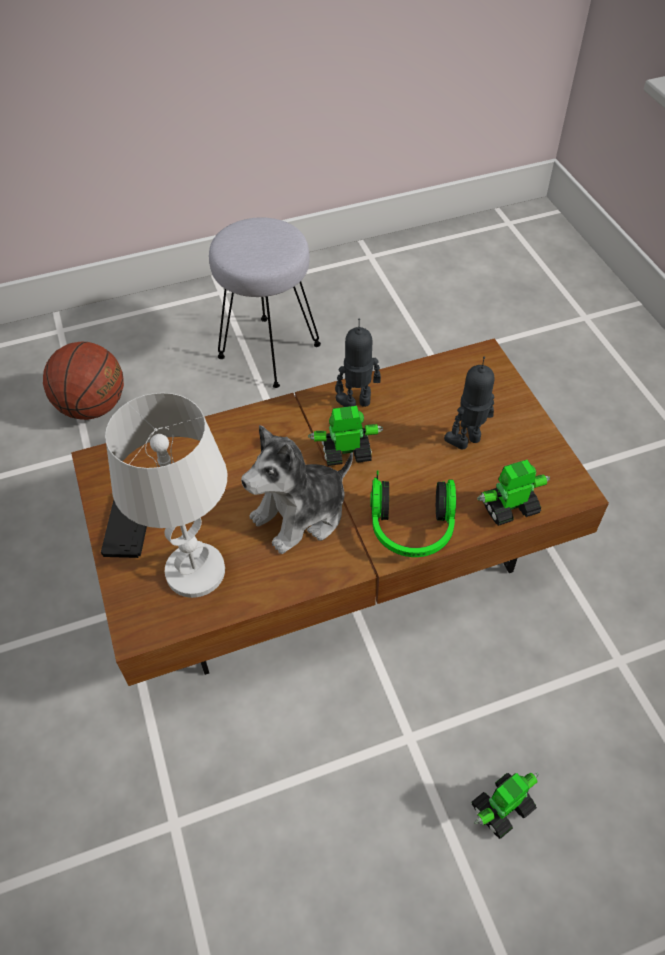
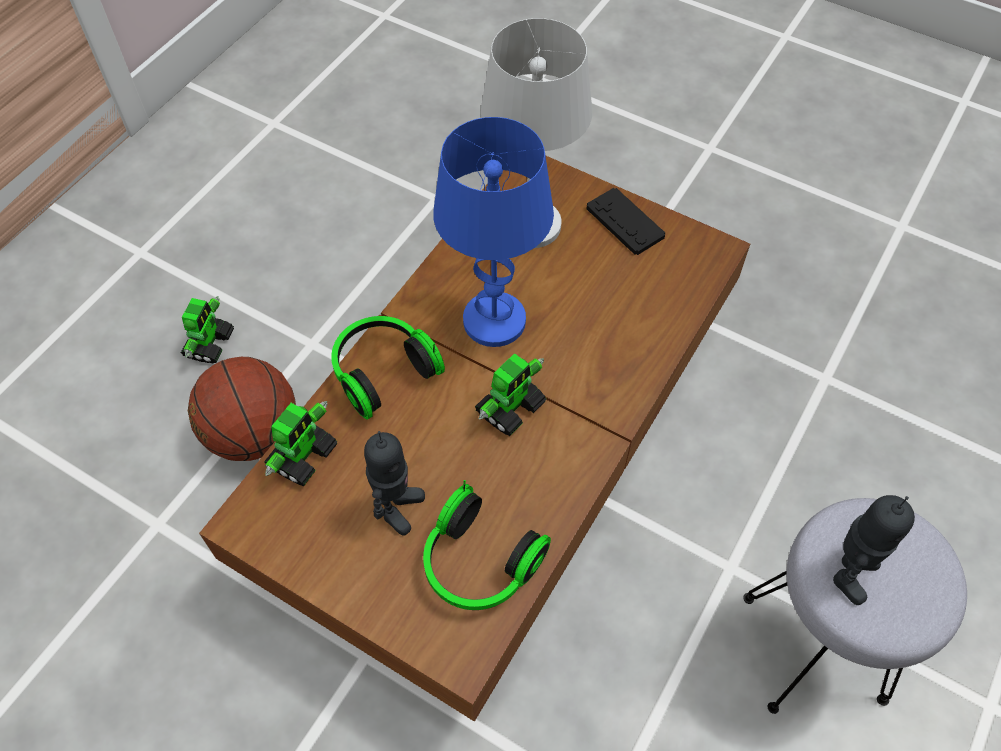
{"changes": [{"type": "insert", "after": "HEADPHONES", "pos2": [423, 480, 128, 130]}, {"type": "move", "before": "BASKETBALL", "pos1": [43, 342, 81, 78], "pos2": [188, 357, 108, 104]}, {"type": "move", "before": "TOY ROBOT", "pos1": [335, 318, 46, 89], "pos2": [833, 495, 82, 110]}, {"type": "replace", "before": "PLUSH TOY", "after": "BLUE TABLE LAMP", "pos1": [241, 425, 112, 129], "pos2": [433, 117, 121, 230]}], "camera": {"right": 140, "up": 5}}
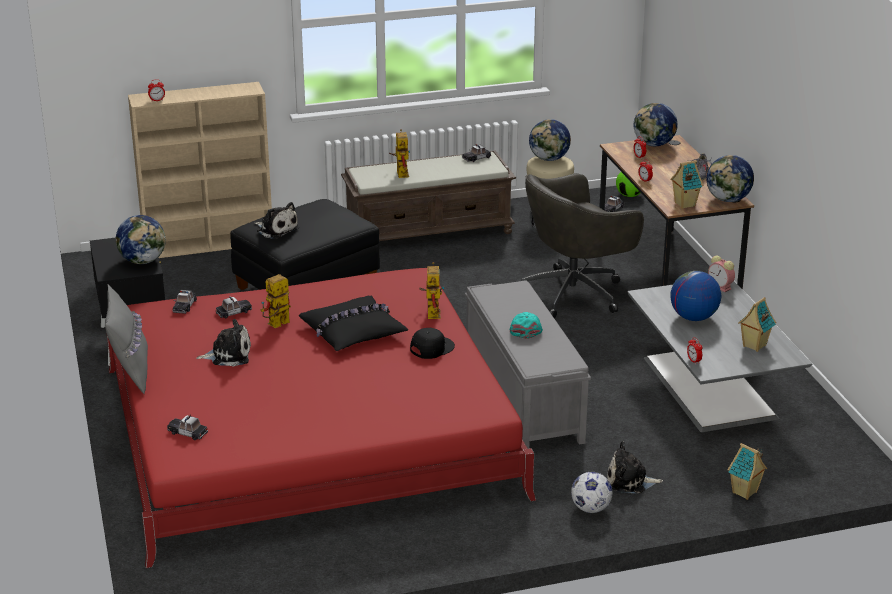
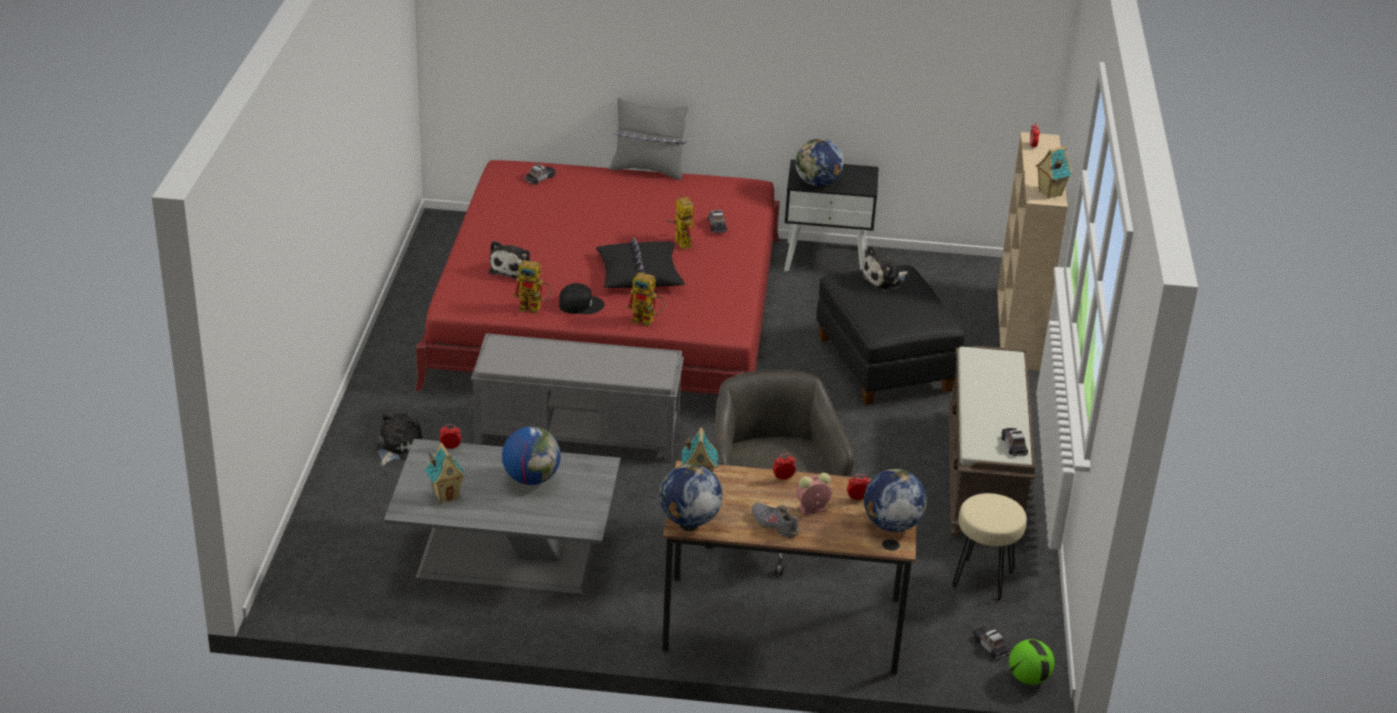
{"changes": [{"type": "delete", "before": "TOY CAR", "pos1": [173, 290, 24, 24]}, {"type": "delete", "before": "TURQUOISE CAP", "pos1": [510, 312, 33, 27]}, {"type": "delete", "before": "GLOBE", "pos1": [529, 119, 42, 42]}, {"type": "delete", "before": "FOOTBALL", "pos1": [571, 472, 42, 41]}, {"type": "move", "before": "PLUSH TOY", "pos1": [196, 319, 55, 47], "pos2": [489, 241, 41, 39]}, {"type": "move", "before": "TOY ROBOT", "pos1": [389, 129, 21, 49], "pos2": [513, 260, 39, 54]}, {"type": "move", "before": "ALARM CLOCK", "pos1": [708, 256, 27, 36], "pos2": [796, 473, 36, 42]}, {"type": "move", "before": "TOY HOUSE", "pos1": [728, 443, 39, 57], "pos2": [1036, 146, 37, 53]}, {"type": "rotate", "before": "BLACK CAP", "pos1": [410, 328, 45, 31], "pos2": [559, 283, 45, 31], "turn": -75}], "camera": {"right": 110, "up": 5}}
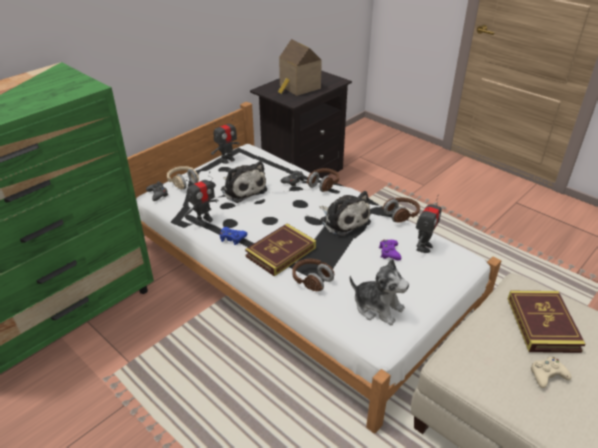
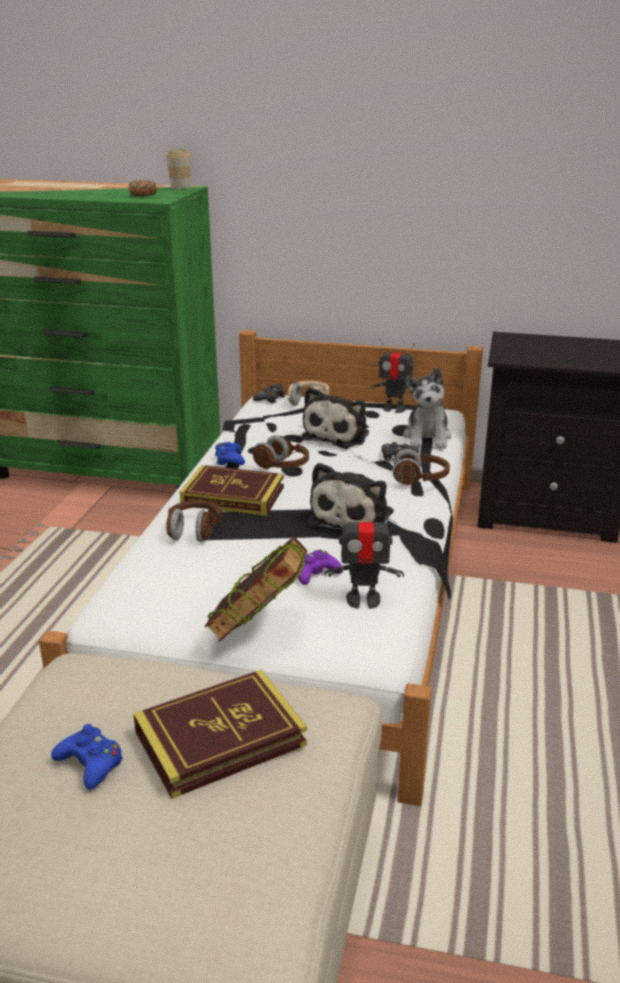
{"changes": [{"type": "delete", "before": "TOY ROBOT", "pos1": [184, 171, 35, 55]}, {"type": "delete", "before": "TOY HOUSE", "pos1": [278, 39, 44, 57]}, {"type": "insert", "after": "DONUT", "pos2": [129, 180, 29, 16]}, {"type": "insert", "after": "CUP", "pos2": [165, 149, 27, 40]}, {"type": "insert", "after": "BOOK", "pos2": [204, 536, 103, 106]}, {"type": "move", "before": "PLUSH TOY", "pos1": [350, 259, 59, 66], "pos2": [403, 367, 49, 81]}, {"type": "move", "before": "BROWN HEADPHONES", "pos1": [381, 197, 39, 26], "pos2": [253, 435, 56, 34]}, {"type": "recolor", "before": "BEIGE GAME CONTROLLER", "after": "BLUE GAME CONTROLLER", "pos1": [531, 357, 41, 31], "pos2": [51, 724, 72, 66]}], "camera": {"right": 60, "up": -10}}
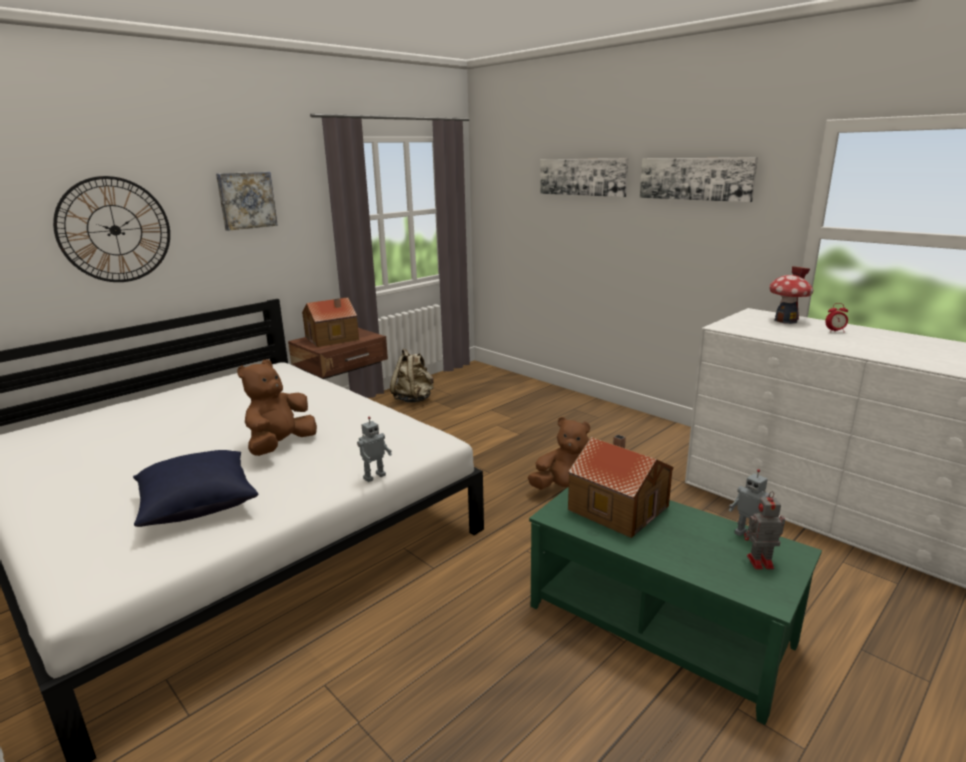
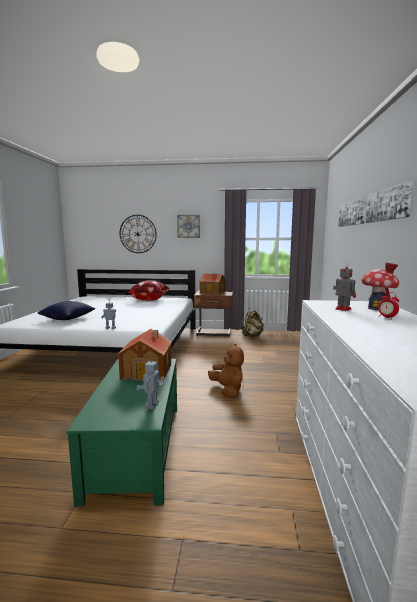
{"changes": [{"type": "delete", "before": "BROWN PLUSH TOY", "pos1": [237, 360, 80, 96]}, {"type": "insert", "after": "PILLOW", "pos2": [129, 280, 41, 21]}, {"type": "move", "before": "TOY ROBOT", "pos1": [744, 491, 41, 78], "pos2": [333, 263, 23, 48]}], "camera": {"right": 50, "up": -10}}
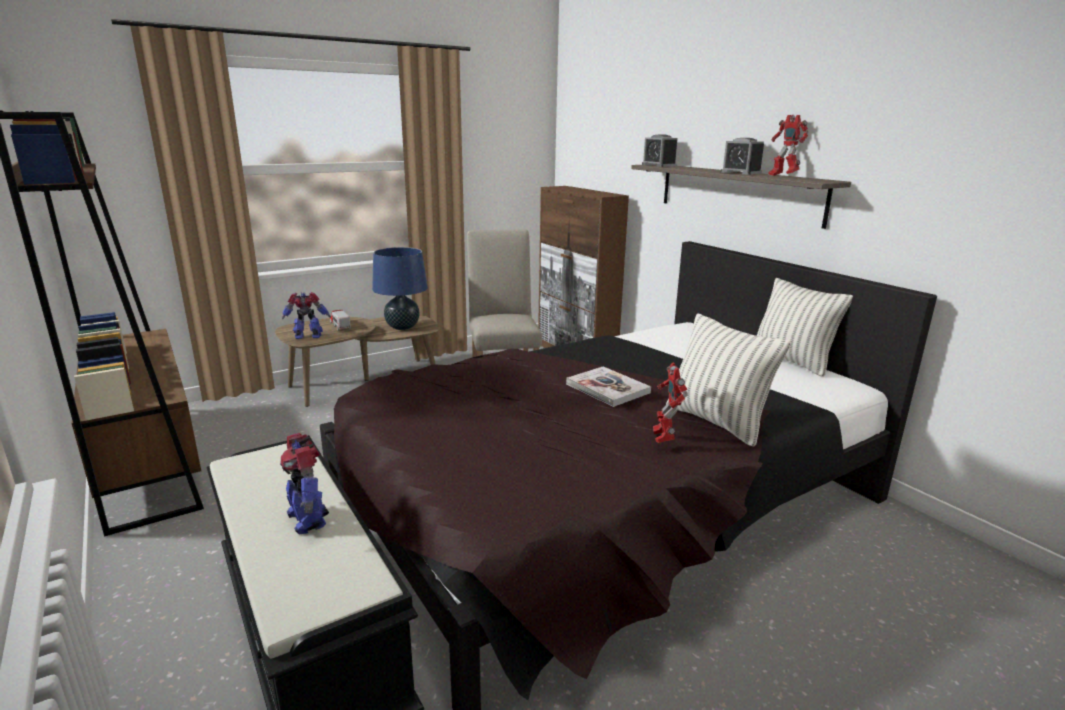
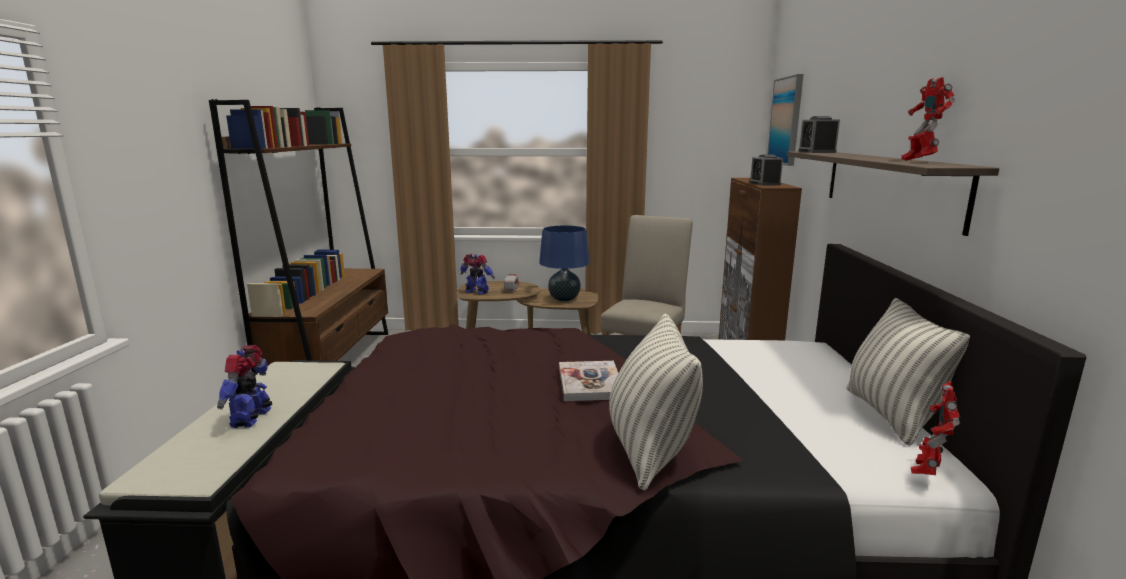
{"changes": [{"type": "insert", "after": "PICTURE", "pos2": [767, 74, 36, 92]}, {"type": "move", "before": "TOY ROBOT", "pos1": [653, 362, 35, 81], "pos2": [911, 381, 49, 94]}, {"type": "move", "before": "ALARM CLOCK", "pos1": [721, 138, 43, 37], "pos2": [750, 155, 33, 31]}], "camera": {"right": 35, "up": -5}}
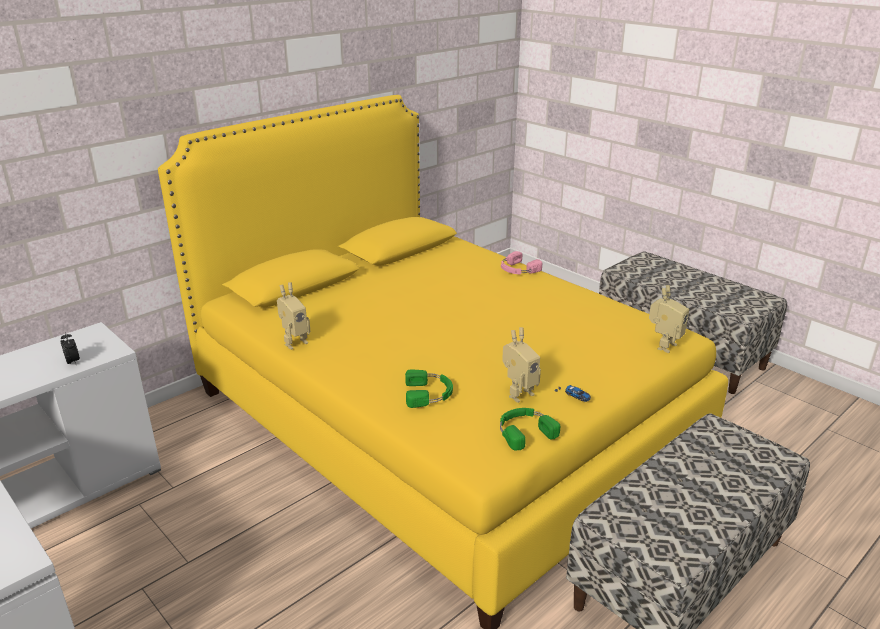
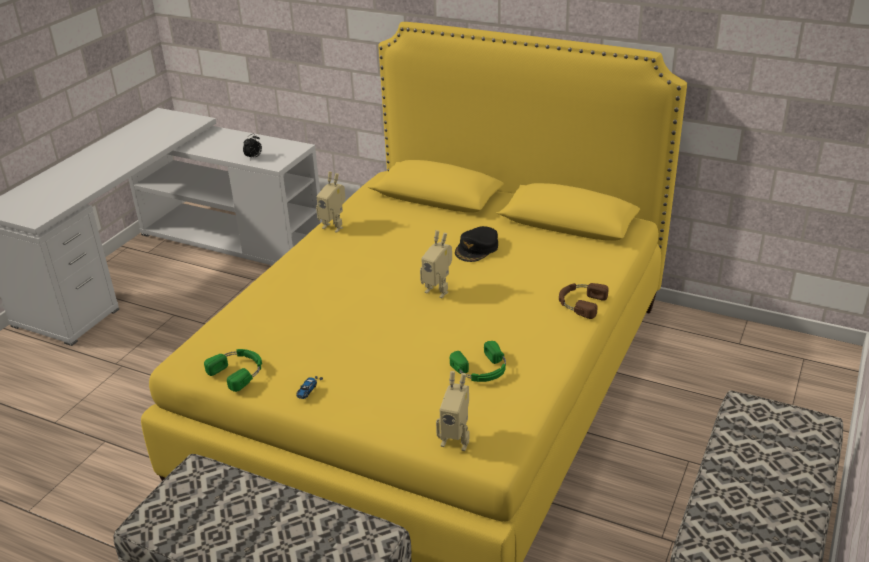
{"changes": [{"type": "insert", "after": "BLACK CAP", "pos2": [455, 226, 43, 36]}, {"type": "move", "before": "GREEN HEADPHONES", "pos1": [405, 369, 48, 39], "pos2": [450, 341, 56, 41]}, {"type": "move", "before": "TOY ROBOT", "pos1": [502, 327, 39, 76], "pos2": [420, 230, 32, 68]}, {"type": "recolor", "before": "PINK HEADPHONES", "after": "BROWN HEADPHONES", "pos1": [501, 251, 41, 23], "pos2": [559, 283, 50, 36]}], "camera": {"right": 70, "up": 5}}
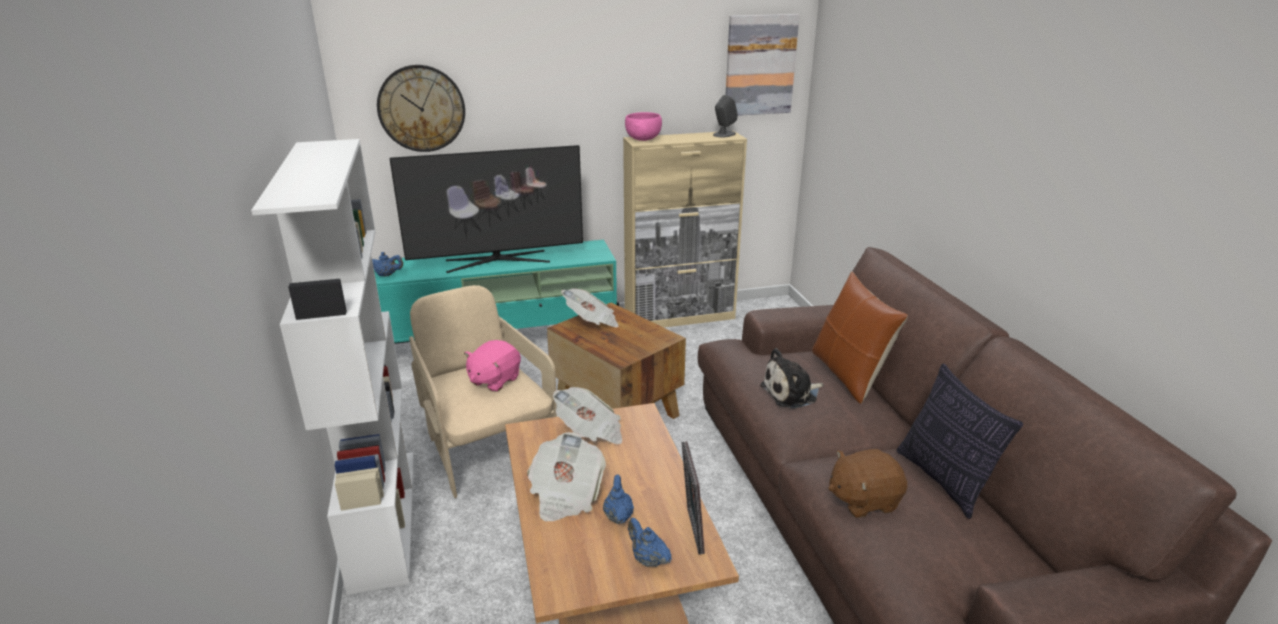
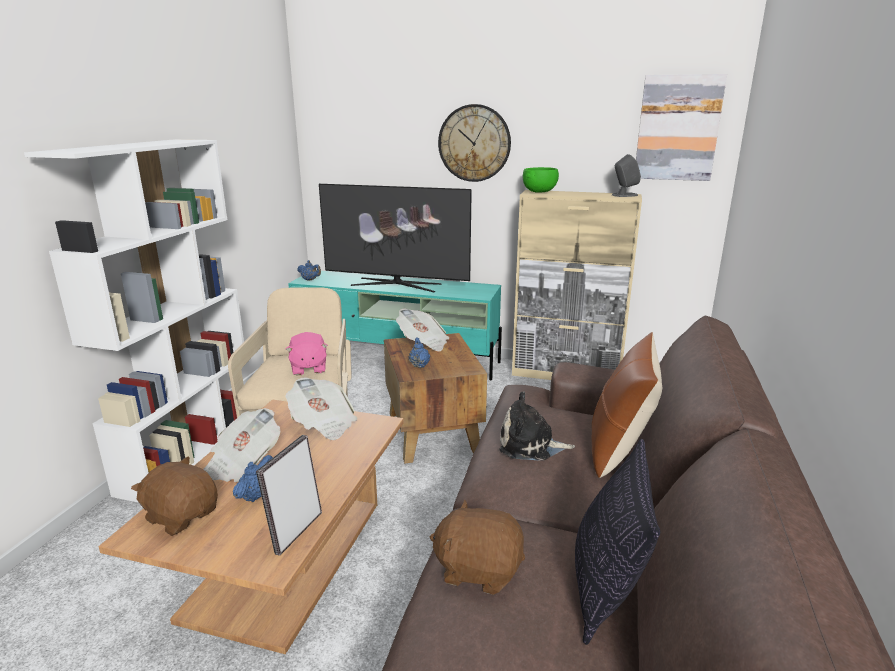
{"changes": [{"type": "insert", "after": "BROWN PLUSH TOY", "pos2": [131, 456, 87, 80]}, {"type": "move", "before": "WALL CLOCK", "pos1": [377, 65, 88, 87], "pos2": [438, 104, 73, 78]}, {"type": "move", "before": "BLUE TEAPOT", "pos1": [628, 518, 44, 49], "pos2": [409, 338, 21, 30]}, {"type": "recolor", "before": "PINK BOWL", "after": "GREEN BOWL", "pos1": [625, 112, 37, 29], "pos2": [523, 167, 36, 26]}, {"type": "rotate", "before": "PINK PLUSH TOY", "pos1": [464, 340, 57, 52], "pos2": [286, 332, 42, 44], "turn": -75}], "camera": {"right": 30, "up": -5}}
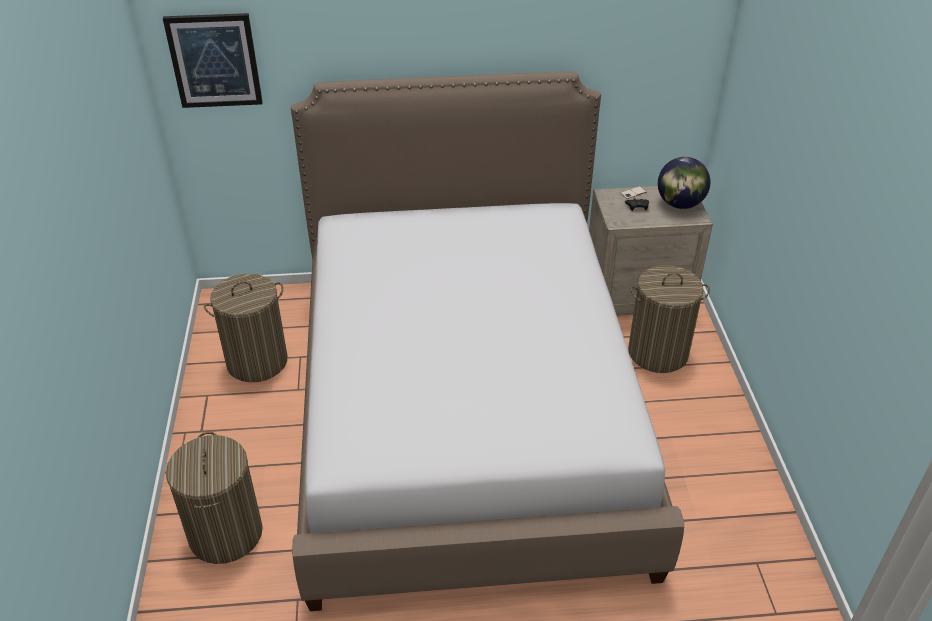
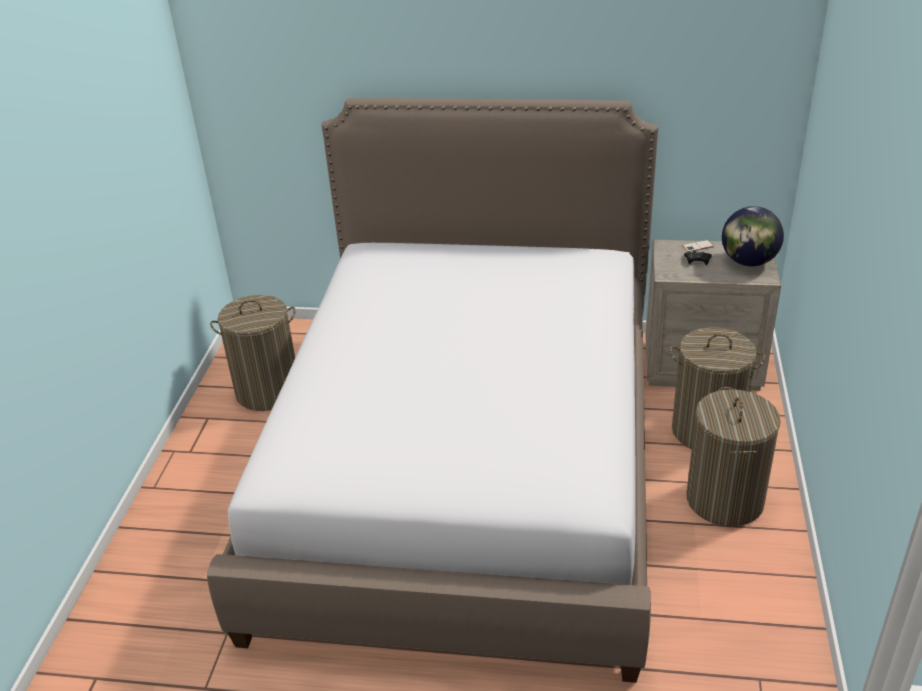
{"changes": [{"type": "delete", "before": "PICTURE", "pos1": [163, 13, 100, 95]}, {"type": "move", "before": "LAUNDRY BASKET", "pos1": [166, 432, 97, 132], "pos2": [687, 387, 94, 140]}], "camera": {"right": 15, "up": -5}}
